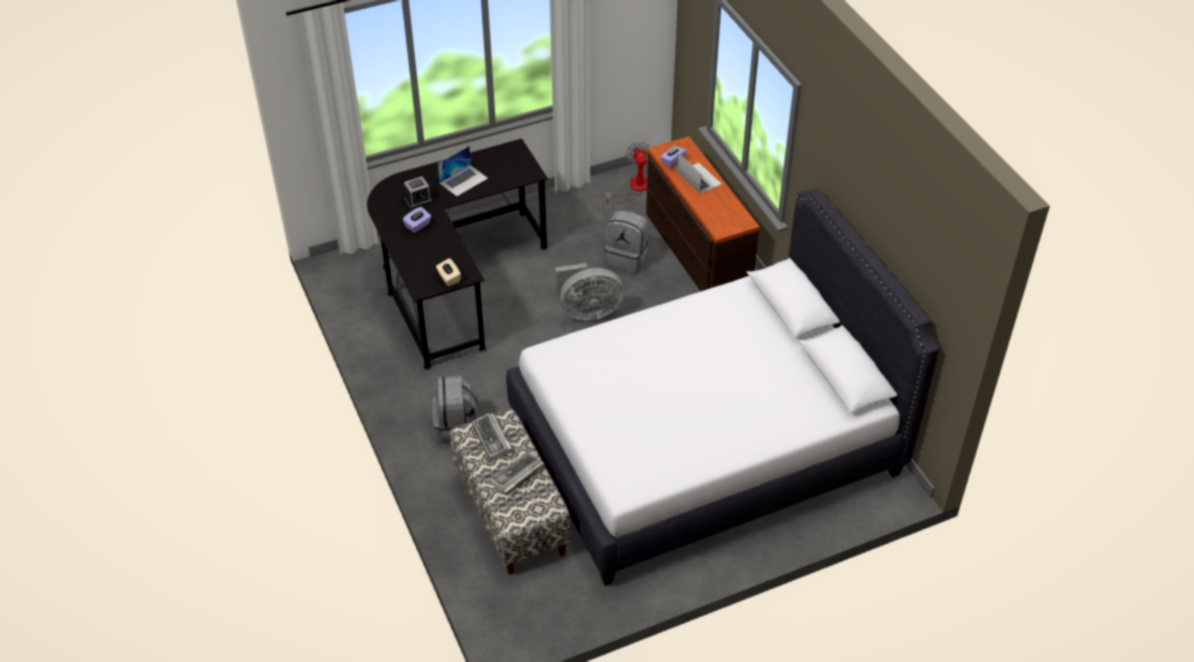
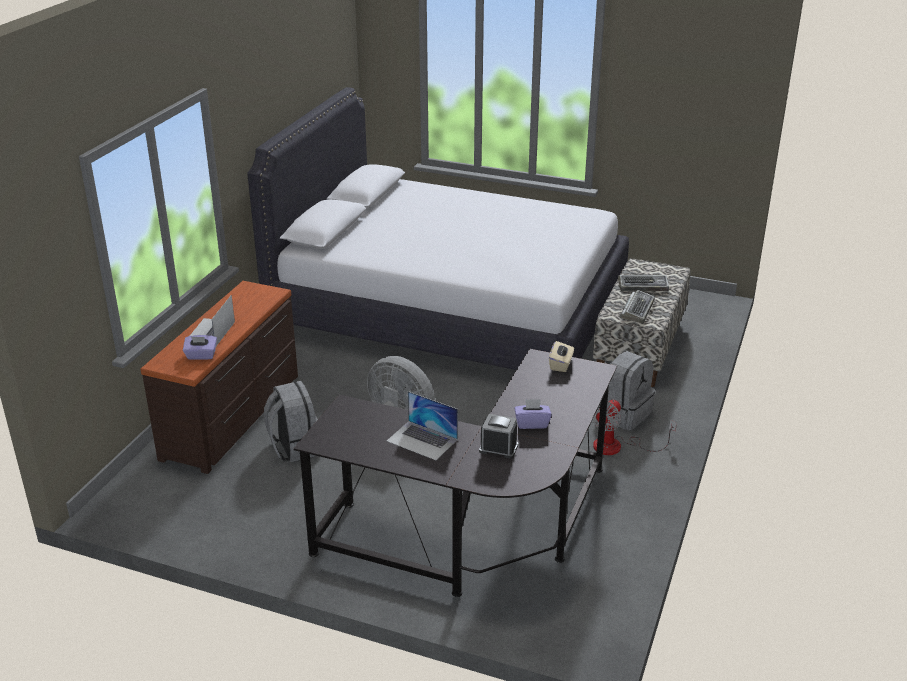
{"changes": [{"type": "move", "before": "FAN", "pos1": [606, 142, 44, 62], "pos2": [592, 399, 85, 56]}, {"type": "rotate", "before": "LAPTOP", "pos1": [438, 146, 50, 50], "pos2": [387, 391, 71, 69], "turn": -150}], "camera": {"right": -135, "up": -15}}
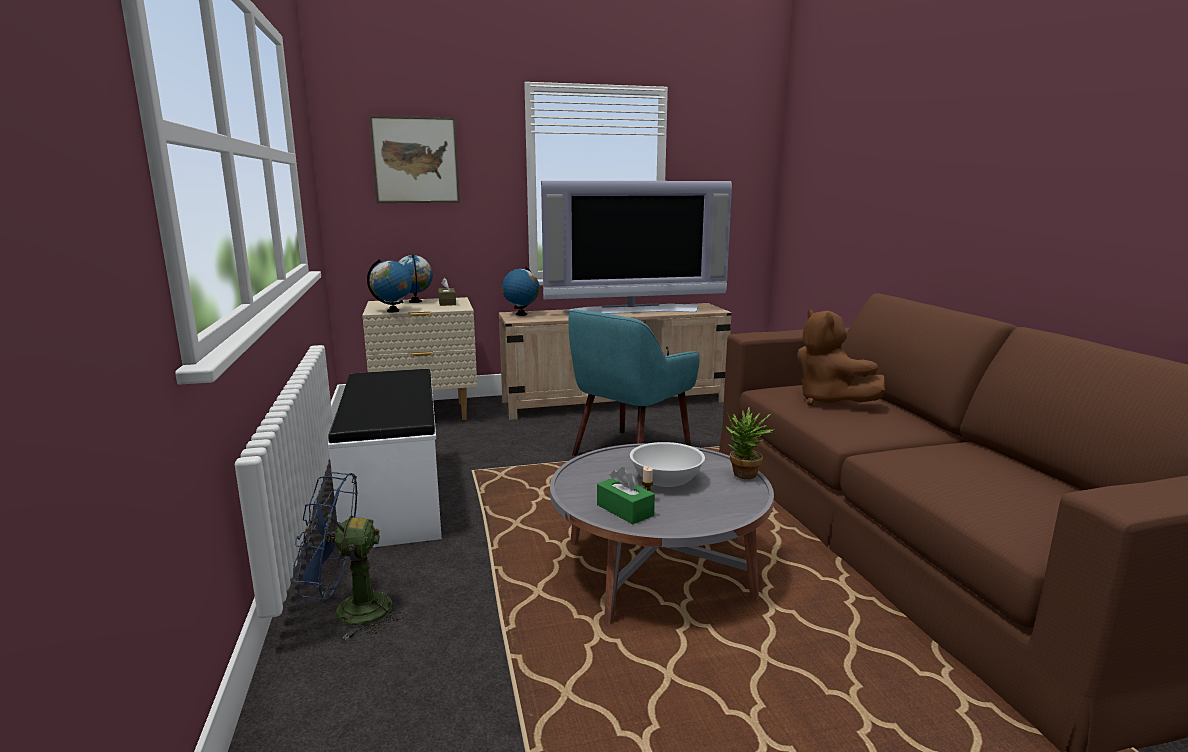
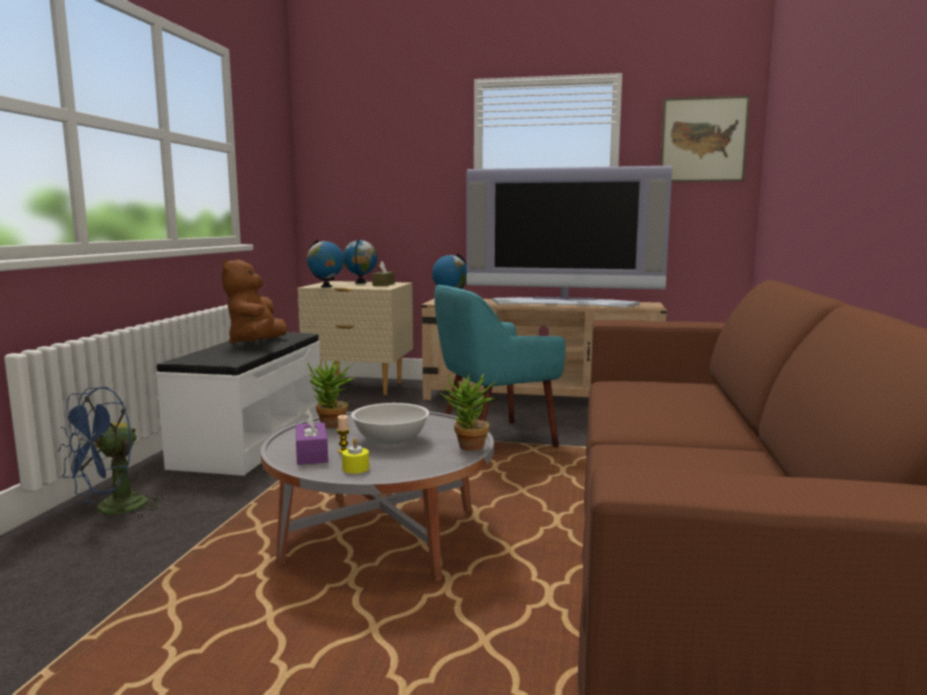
{"changes": [{"type": "insert", "after": "POTTED PLANT", "pos2": [308, 358, 48, 70]}, {"type": "insert", "after": "YELLOW CANDLE", "pos2": [342, 438, 27, 35]}, {"type": "move", "before": "PICTURE", "pos1": [369, 115, 91, 88], "pos2": [660, 95, 90, 87]}, {"type": "move", "before": "BROWN PLUSH TOY", "pos1": [797, 309, 88, 97], "pos2": [221, 259, 66, 85]}, {"type": "recolor", "before": "GREEN TISSUE BOX", "after": "PURPLE TISSUE BOX", "pos1": [597, 467, 58, 57], "pos2": [296, 409, 32, 56]}, {"type": "rotate", "before": "BLUE FAN", "pos1": [293, 472, 113, 168], "pos2": [58, 387, 107, 131], "turn": -75}], "camera": {"right": 25, "up": -5}}
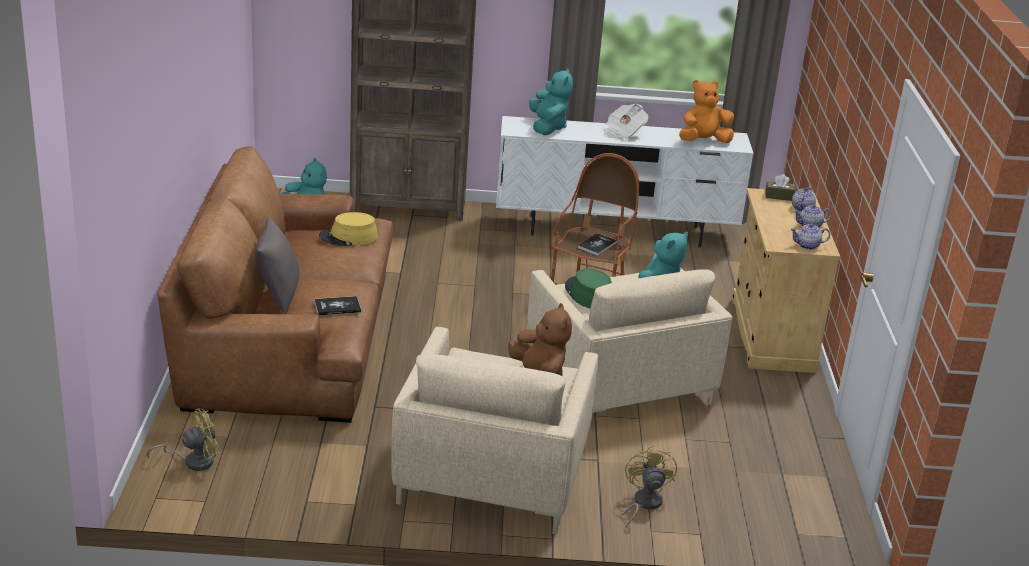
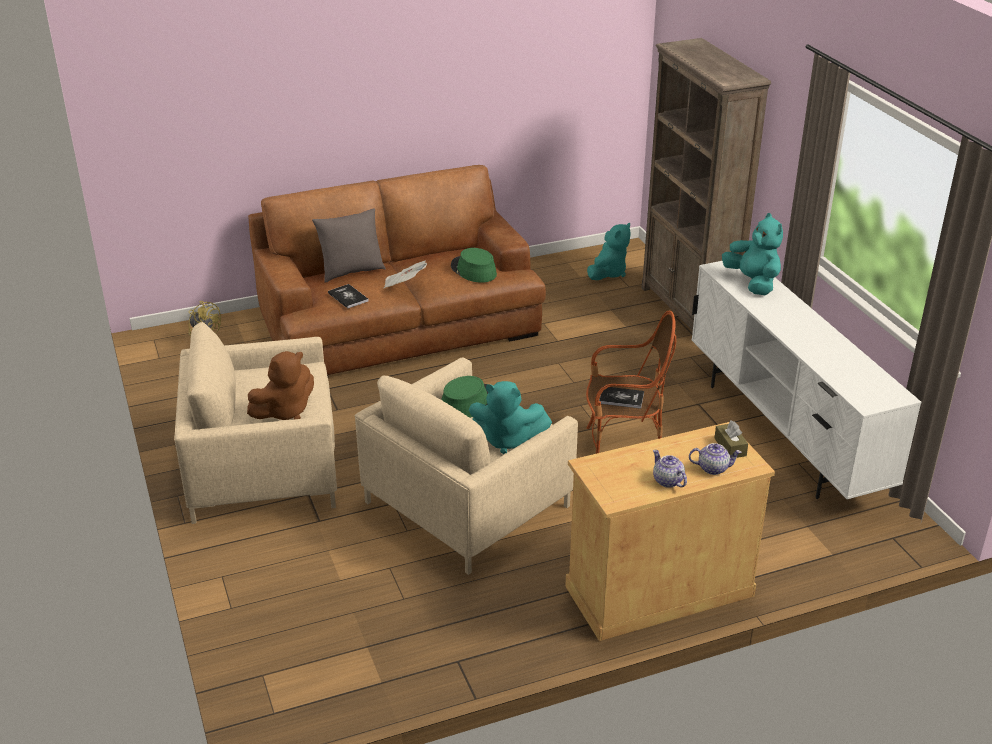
{"changes": [{"type": "delete", "before": "YELLOW FAN", "pos1": [621, 446, 56, 81]}, {"type": "delete", "before": "ORANGE PLUSH TOY", "pos1": [679, 80, 55, 63]}, {"type": "delete", "before": "TEAPOT", "pos1": [790, 223, 40, 27]}, {"type": "move", "before": "NEWSPAPER", "pos1": [603, 104, 45, 35], "pos2": [384, 260, 43, 28]}, {"type": "recolor", "before": "YELLOW HAT", "after": "GREEN HAT", "pos1": [319, 212, 59, 34], "pos2": [451, 248, 46, 35]}, {"type": "rotate", "before": "TURQUOISE PLUSH TOY", "pos1": [529, 68, 44, 67], "pos2": [722, 213, 61, 82], "turn": -90}], "camera": {"right": 70, "up": 5}}
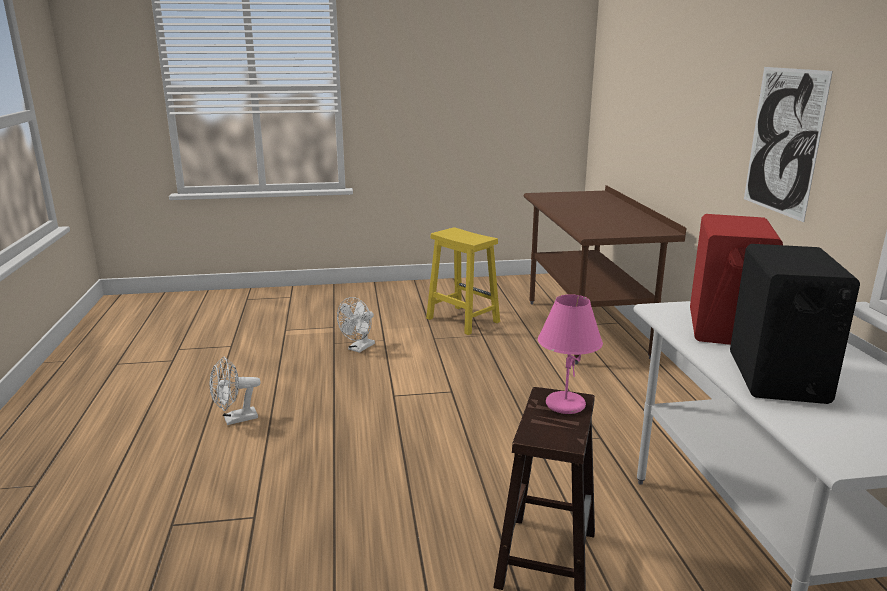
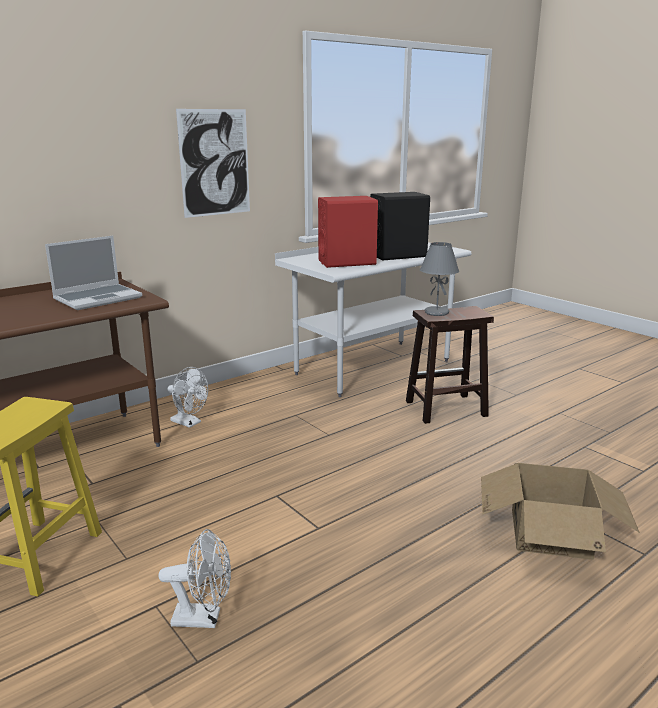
{"changes": [{"type": "insert", "after": "LAPTOP", "pos2": [45, 236, 97, 74]}, {"type": "insert", "after": "CARDBOARD BOX", "pos2": [481, 463, 159, 97]}, {"type": "move", "before": "WHITE FAN", "pos1": [210, 357, 51, 68], "pos2": [168, 367, 40, 61]}, {"type": "recolor", "before": "PINK TABLE LAMP", "after": "GREY TABLE LAMP", "pos1": [538, 294, 65, 120], "pos2": [420, 242, 39, 74]}], "camera": {"right": -120, "up": 0}}
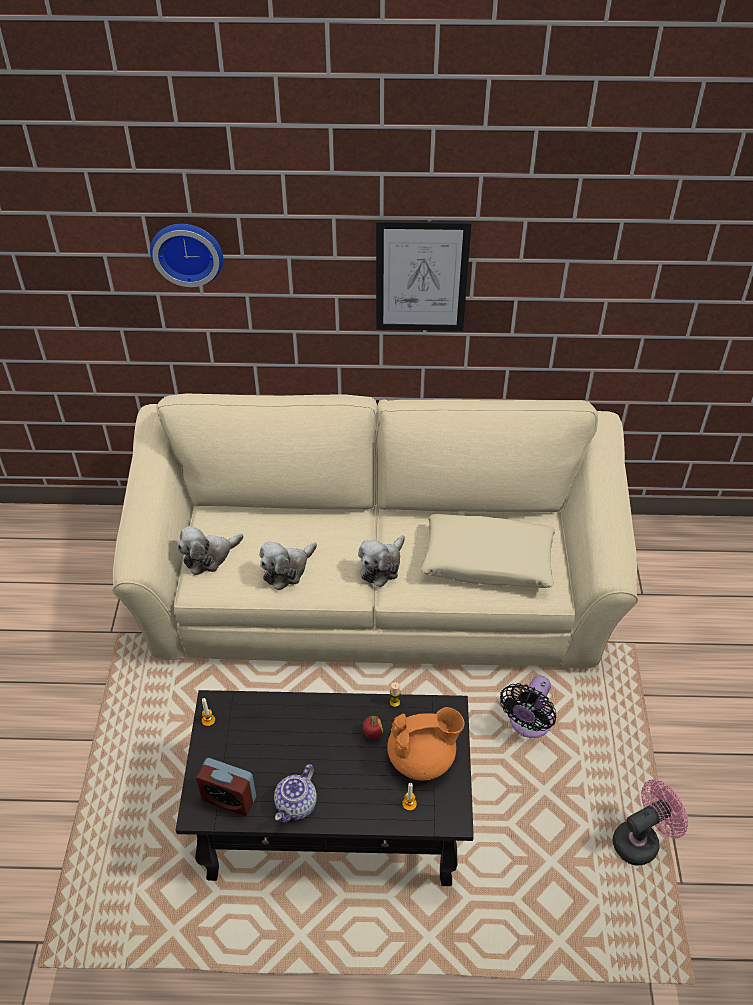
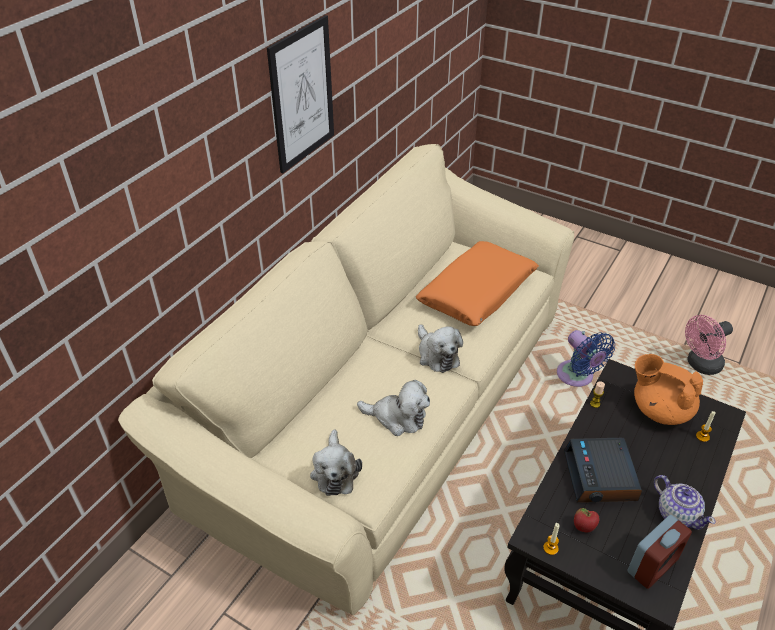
{"changes": [{"type": "delete", "before": "WALL CLOCK", "pos1": [150, 224, 73, 63]}, {"type": "insert", "after": "ALARM CLOCK", "pos2": [564, 438, 78, 64]}, {"type": "move", "before": "APPLE", "pos1": [363, 716, 20, 24], "pos2": [574, 508, 25, 24]}, {"type": "recolor", "before": "BEIGE PILLOW", "after": "ORANGE PILLOW", "pos1": [420, 514, 135, 74], "pos2": [416, 241, 123, 85]}, {"type": "recolor", "before": "BLACK FAN", "after": "BLUE FAN", "pos1": [500, 675, 56, 63], "pos2": [557, 330, 58, 57]}, {"type": "rotate", "before": "PLUSH TOY", "pos1": [259, 541, 58, 49], "pos2": [357, 380, 73, 56], "turn": -60}, {"type": "rotate", "before": "ORANGE TEAPOT", "pos1": [387, 707, 78, 74], "pos2": [634, 354, 69, 71], "turn": -75}, {"type": "rotate", "before": "PINK FAN", "pos1": [613, 779, 75, 87], "pos2": [685, 315, 48, 60], "turn": -120}], "camera": {"right": -60, "up": -5}}
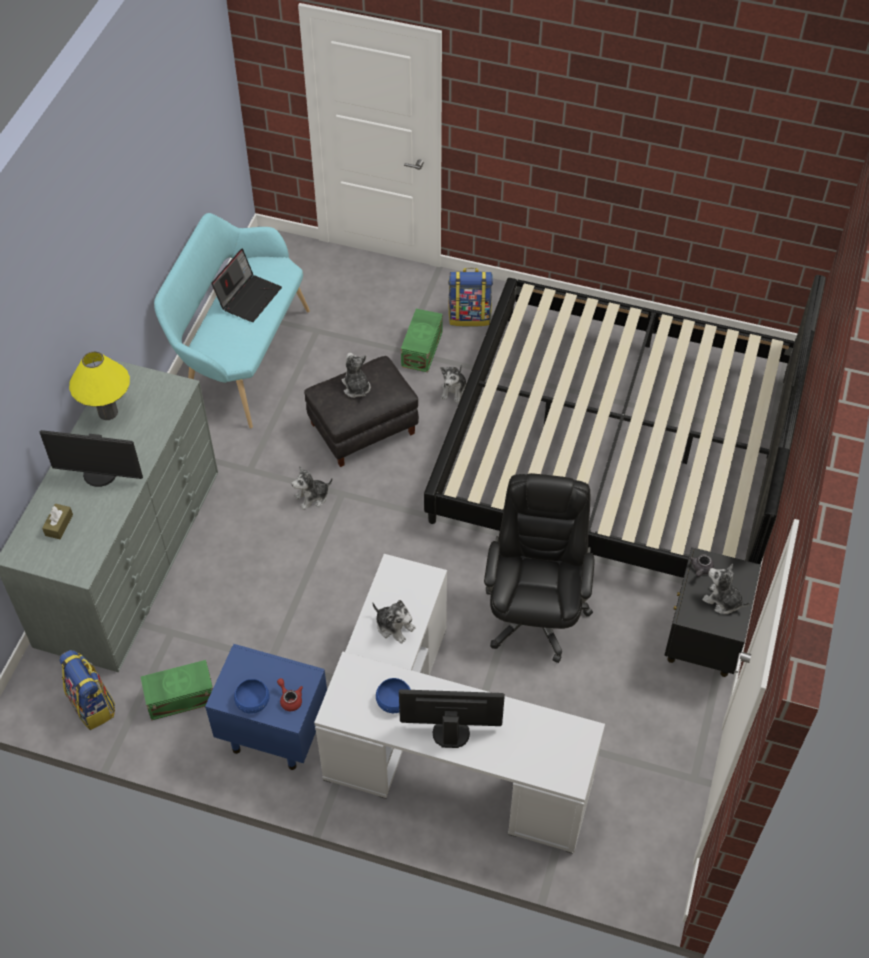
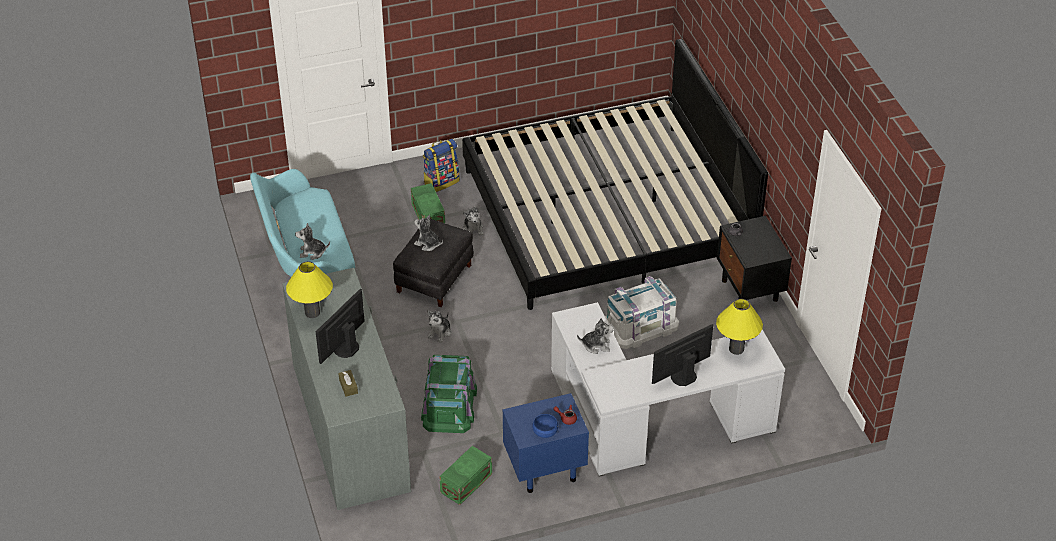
{"changes": [{"type": "delete", "before": "BACKPACK", "pos1": [59, 650, 56, 80]}, {"type": "delete", "before": "LAPTOP", "pos1": [211, 248, 71, 74]}, {"type": "delete", "before": "BLUE BOWL", "pos1": [376, 678, 35, 35]}, {"type": "insert", "after": "GREEN STORAGE BOX", "pos2": [421, 355, 56, 78]}, {"type": "insert", "after": "YELLOW TABLE LAMP", "pos2": [716, 299, 47, 56]}, {"type": "move", "before": "PLUSH TOY", "pos1": [702, 563, 48, 51], "pos2": [295, 223, 35, 37]}, {"type": "replace", "before": "BLACK OFFICE CHAIR", "after": "WHITE STORAGE BOX", "pos1": [484, 473, 111, 190], "pos2": [605, 276, 74, 73]}, {"type": "rotate", "before": "MONITOR", "pos1": [39, 430, 104, 57], "pos2": [316, 289, 49, 75], "turn": 150}], "camera": {"right": -35, "up": -10}}
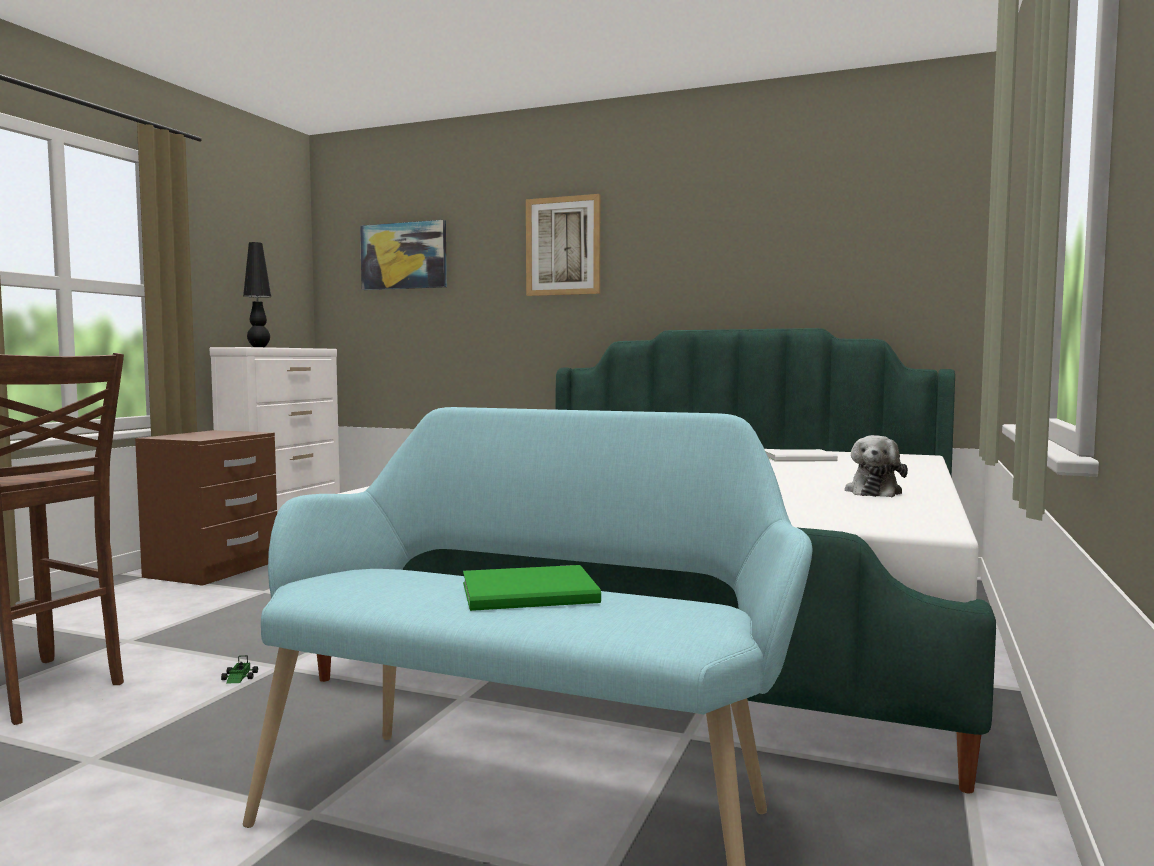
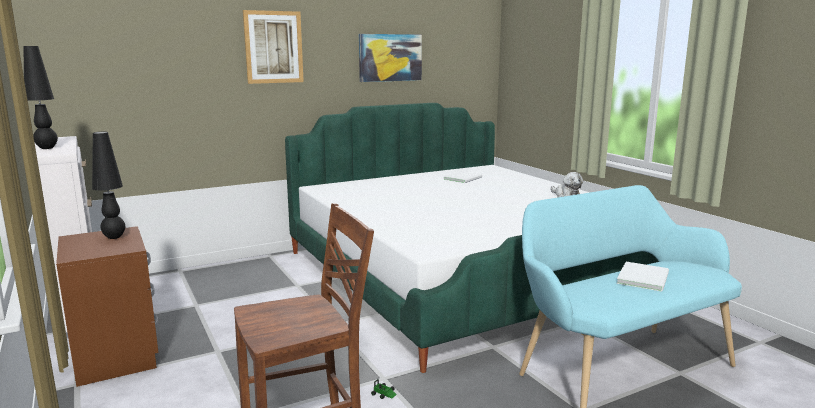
{"changes": [{"type": "insert", "after": "BLACK TABLE LAMP", "pos2": [92, 132, 33, 107]}, {"type": "move", "before": "PICTURE", "pos1": [360, 220, 87, 70], "pos2": [359, 34, 63, 48]}, {"type": "recolor", "before": "GREEN BOOK", "after": "WHITE BOOK", "pos1": [463, 565, 138, 46], "pos2": [617, 262, 52, 30]}], "camera": {"right": -50, "up": 10}}
